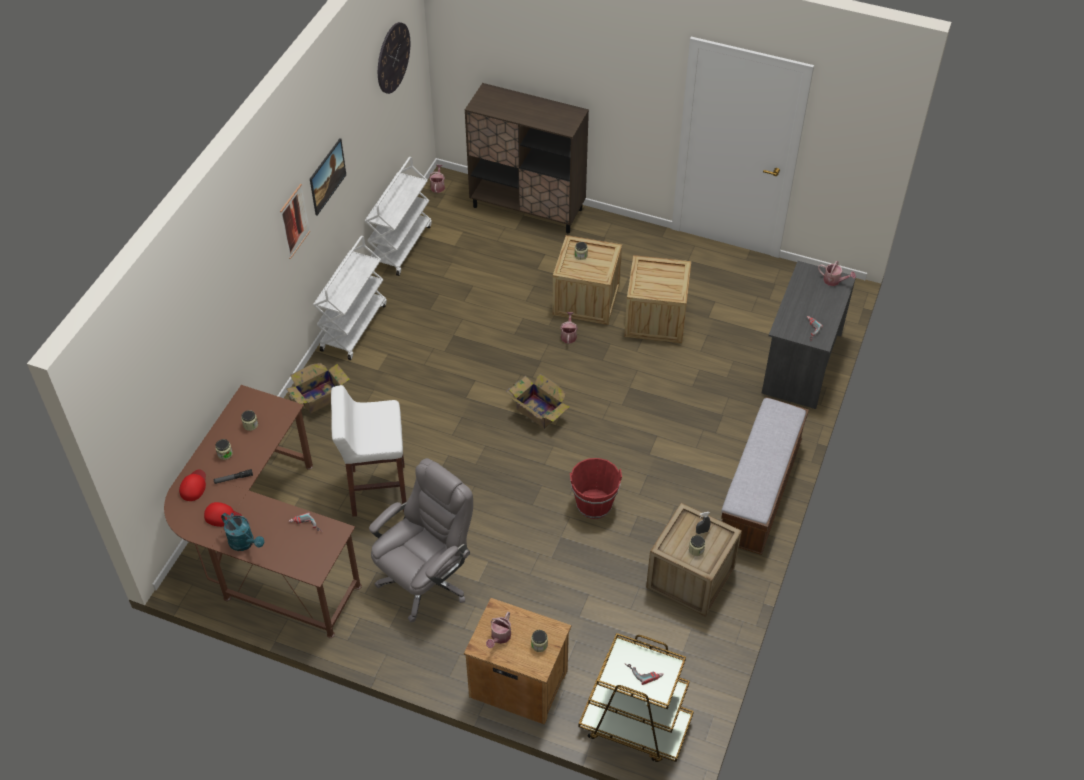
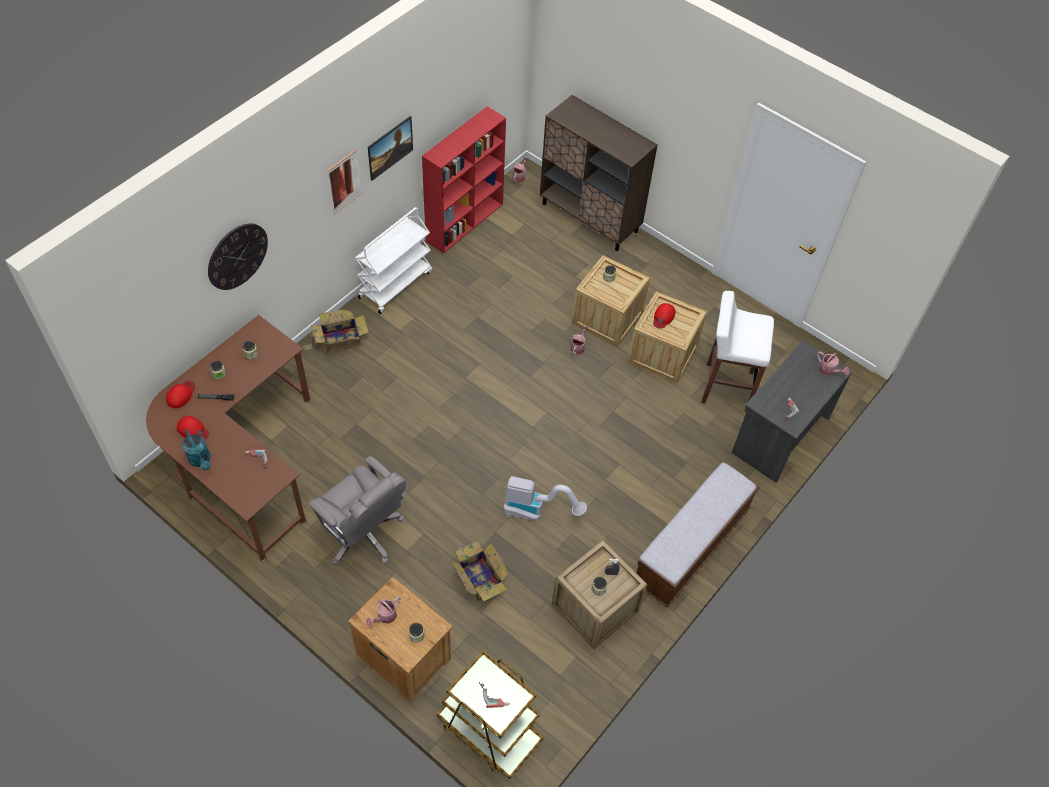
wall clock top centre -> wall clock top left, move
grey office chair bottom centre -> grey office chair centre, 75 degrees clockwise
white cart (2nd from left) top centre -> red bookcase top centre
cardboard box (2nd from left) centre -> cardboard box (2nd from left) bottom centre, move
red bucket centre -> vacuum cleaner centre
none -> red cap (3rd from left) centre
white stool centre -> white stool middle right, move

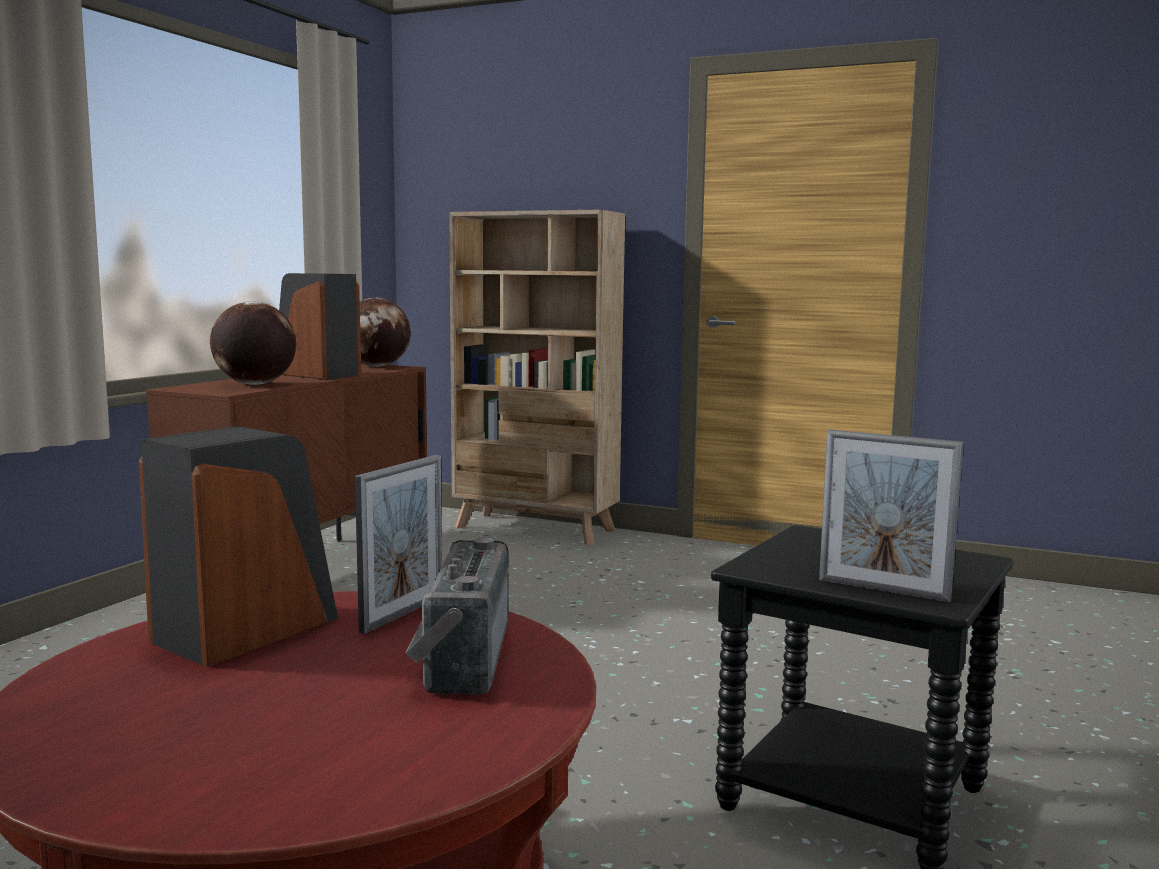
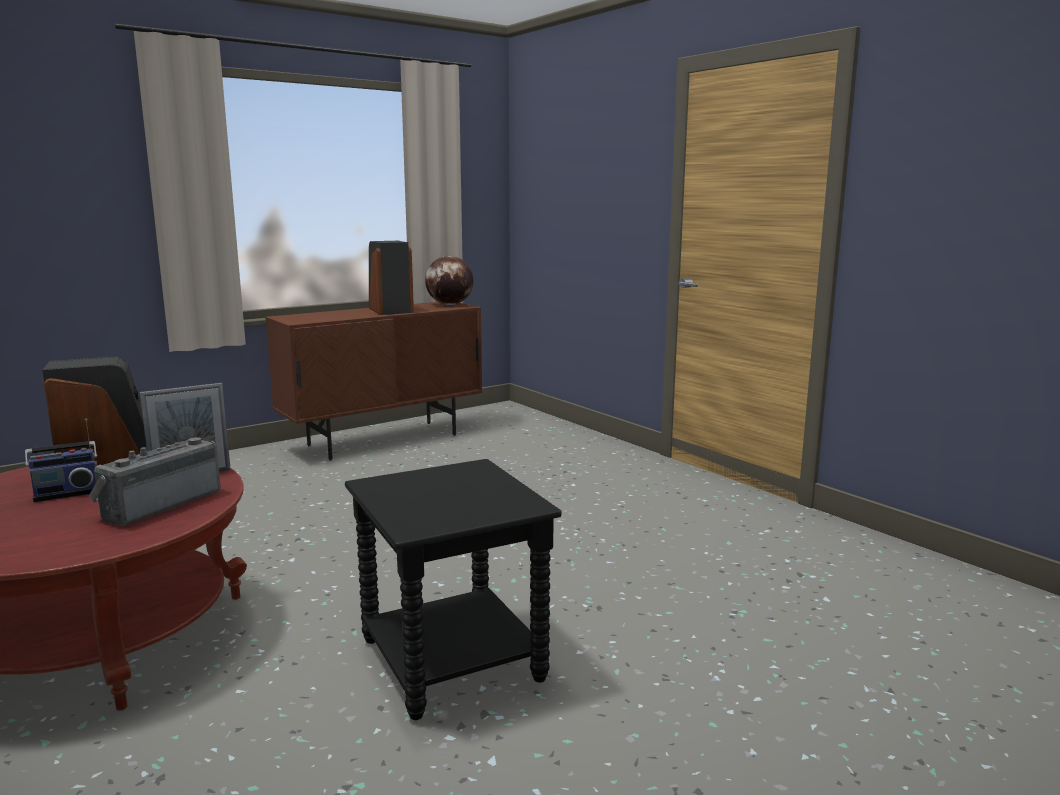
none -> radio (1st from left) middle left
globe (1st from left) middle left -> none
beige bookcase centre -> none
picture frame (2nd from left) middle right -> none

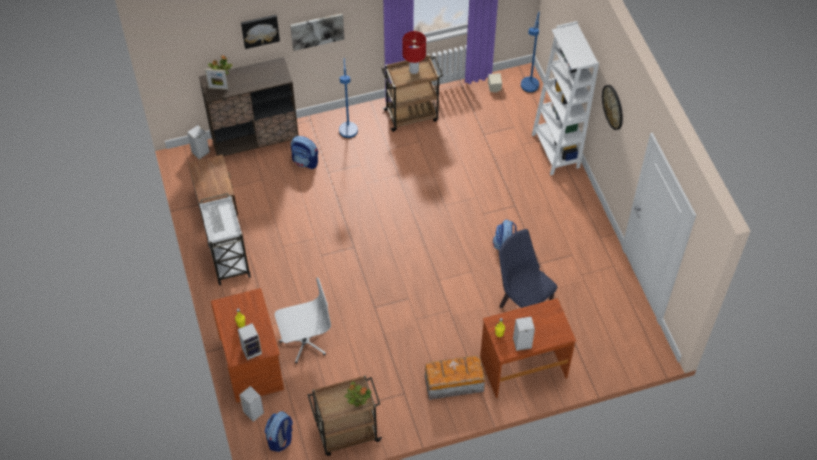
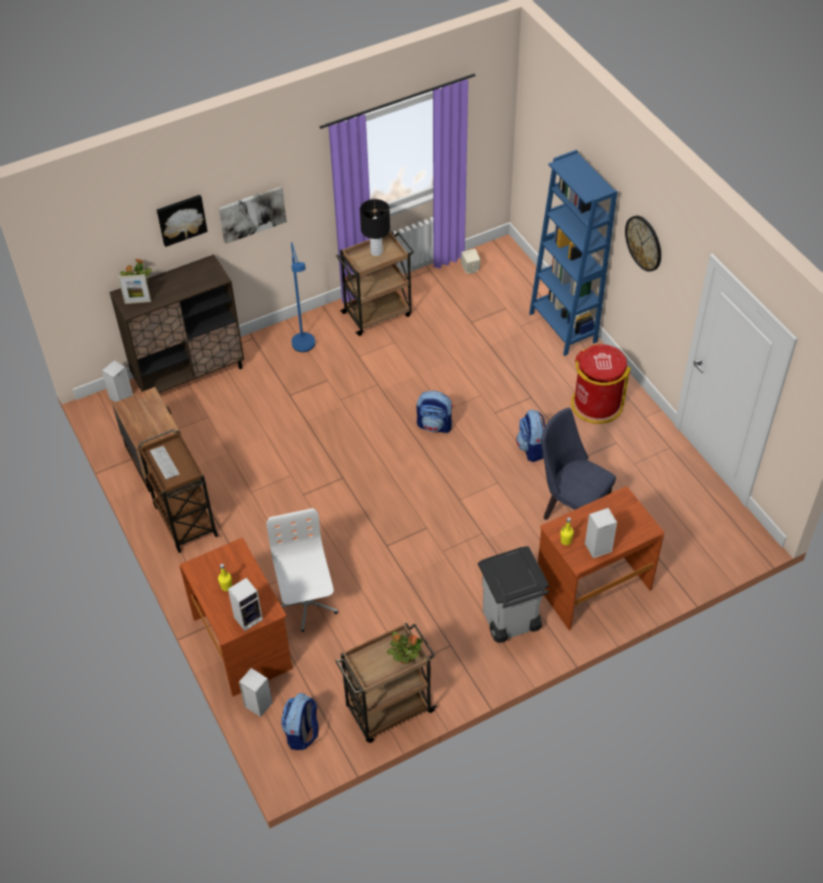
white cart middle left -> brown cart (1st from left) middle left
white office chair bottom centre -> white office chair centre, 75 degrees counterclockwise
red table lamp top centre -> black table lamp top centre
backpack (2nd from left) top centre -> backpack (2nd from left) centre, move
storage box bottom centre -> grey trash can bottom centre
white bookcase top right -> blue bookcase top right
none -> red trash can middle right
blue floor lamp (2nd from left) top centre -> none

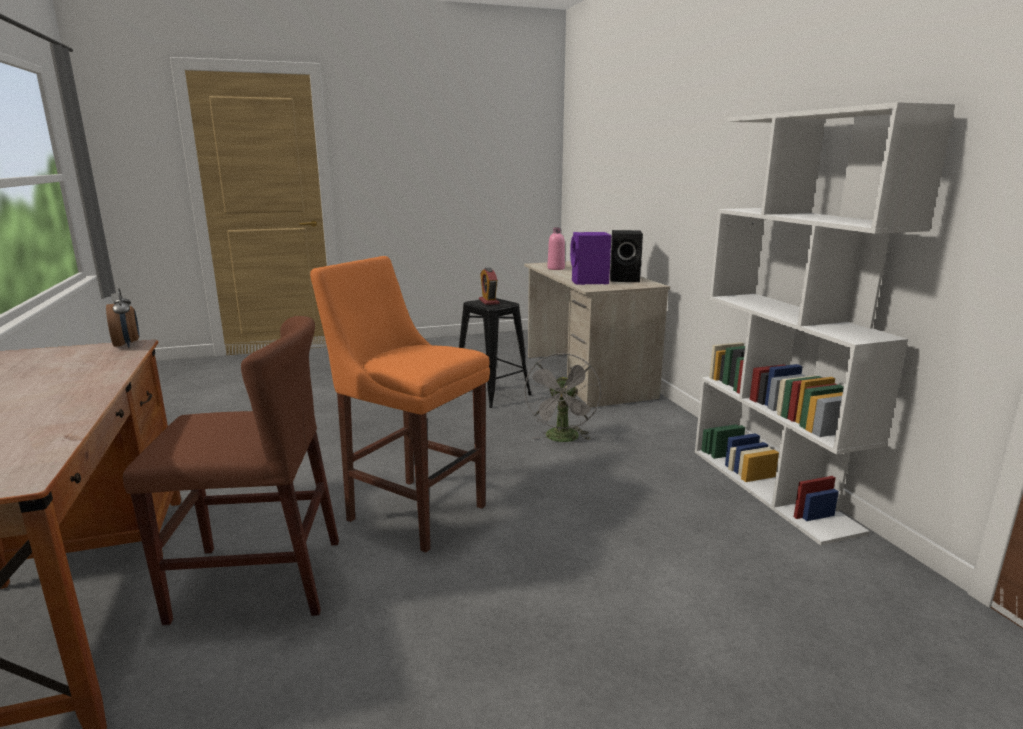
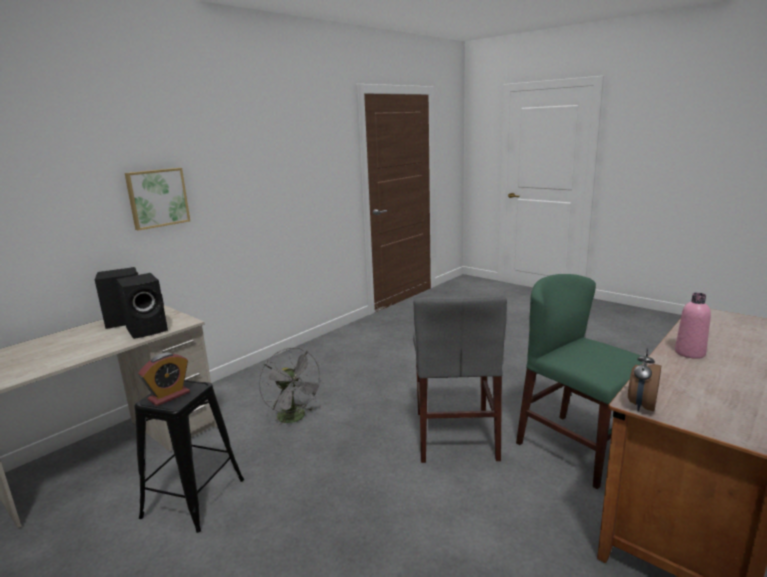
purple speaker centre -> black speaker (2nd from left) middle left
none -> picture middle left
grey fan centre -> grey fan bottom centre, 75 degrees clockwise
orange stool centre -> grey chair centre
brown chair middle left -> green chair middle right
pink bottle centre -> pink bottle middle right, move
white bookcase middle right -> none

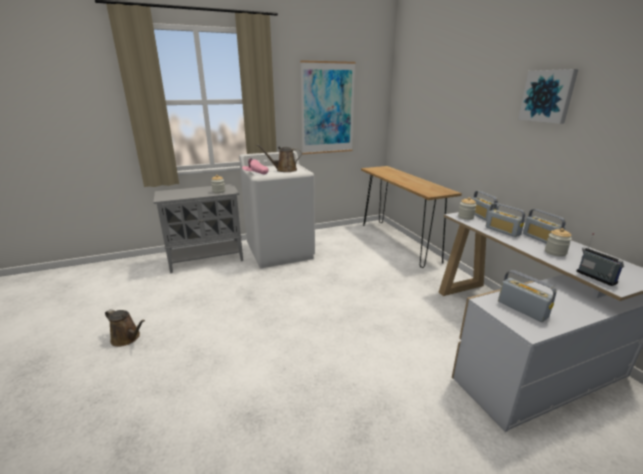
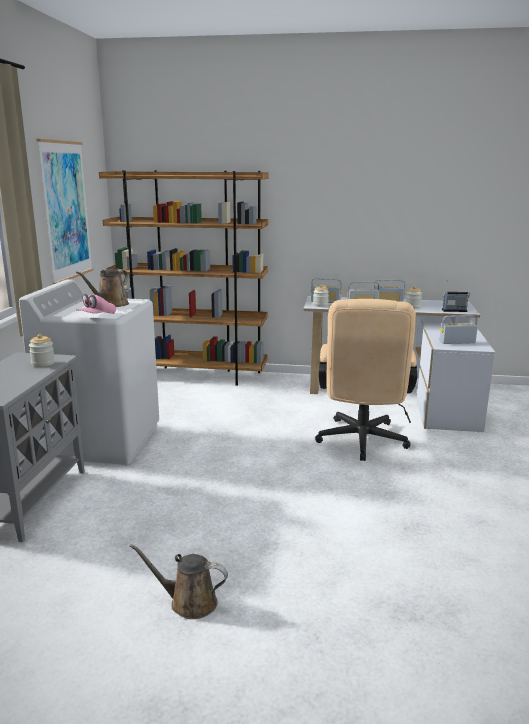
brown console table centre -> brown bookcase centre
brown watering can (1st from left in the first image) bottom left -> brown watering can (2nd from left) bottom centre, 135 degrees counterclockwise
none -> beige office chair middle right
picture (2nd from left) top right -> none

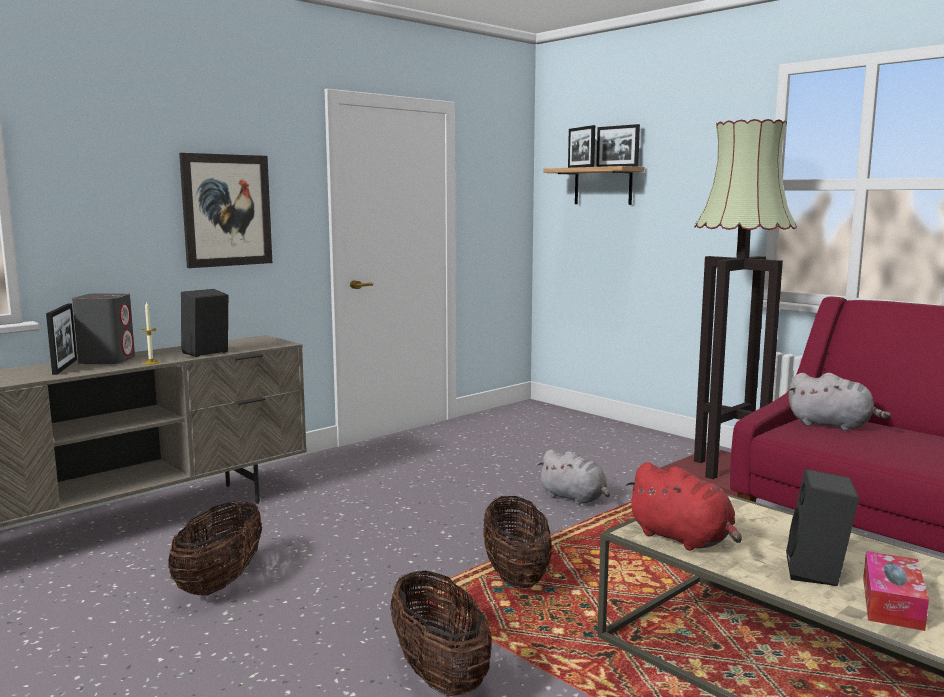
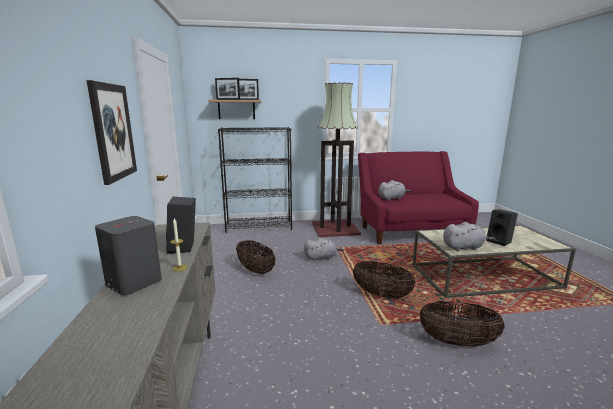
none -> black bookcase centre
basket (1st from left) bottom left -> basket (1st from left) centre, move
red plush toy bottom right -> grey plush toy (3rd from left) middle right
picture frame (1st from left) middle left -> none
tissue box bottom right -> none

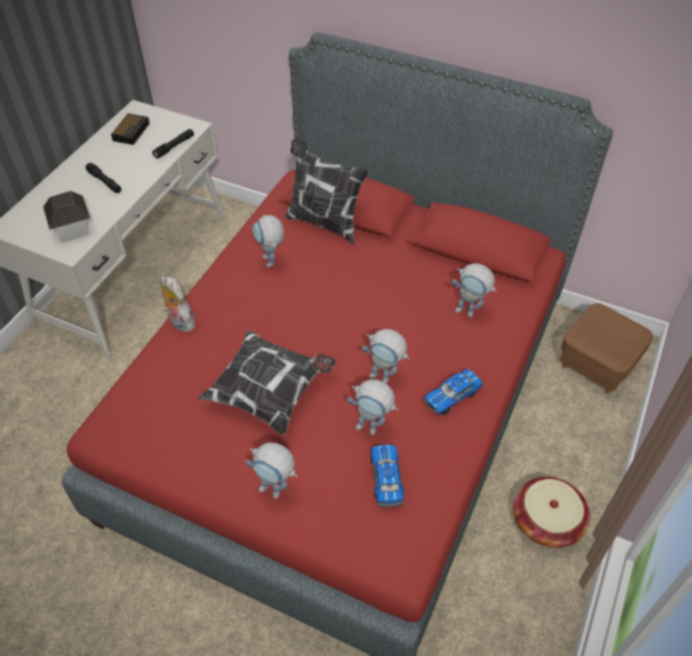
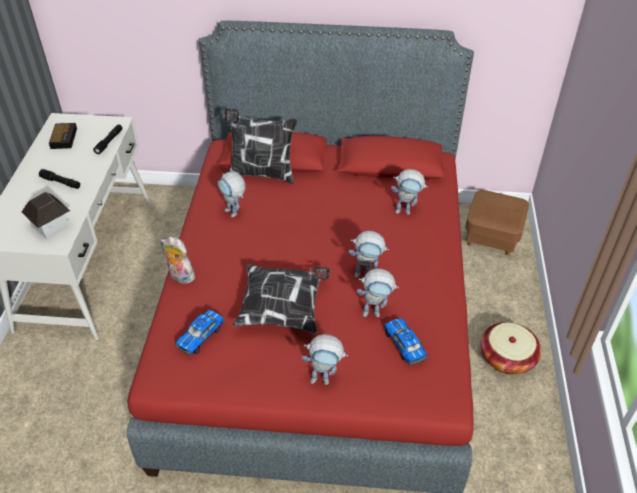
toy car (2nd from left in the first image) centre -> toy car (1st from left) bottom left, move

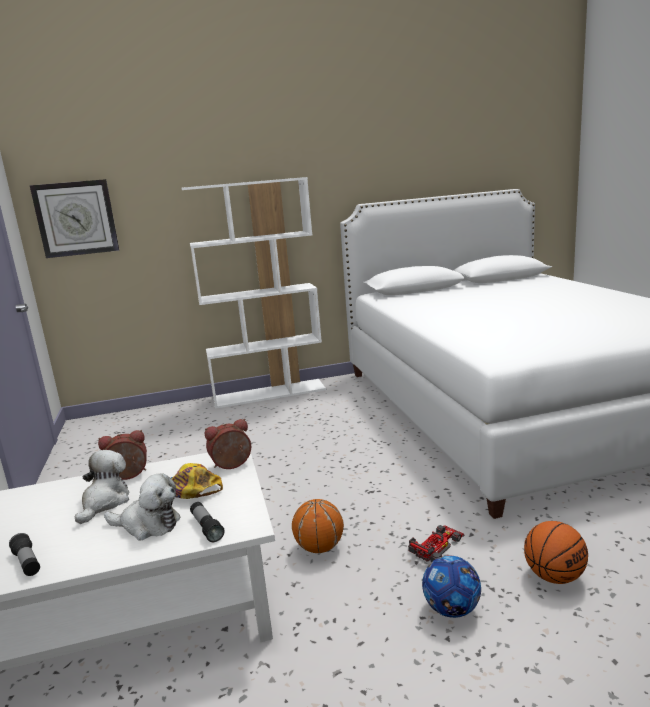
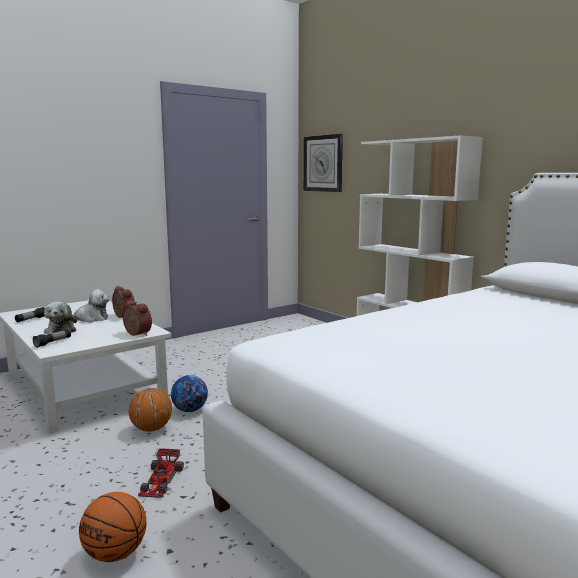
toy car bottom right -> toy car bottom left, 75 degrees clockwise
football bottom right -> football bottom left, move
cap bottom left -> none

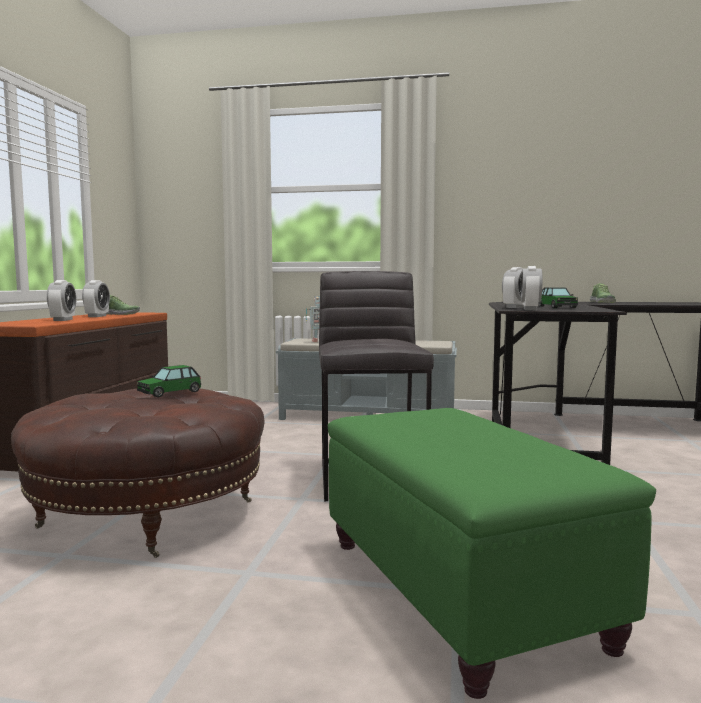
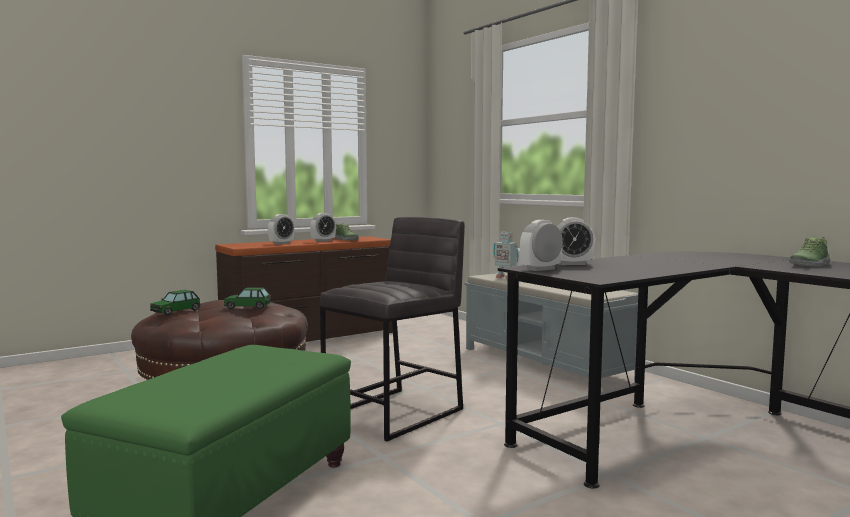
toy car (2nd from left in the first image) middle right -> toy car (1st from left) middle left, move

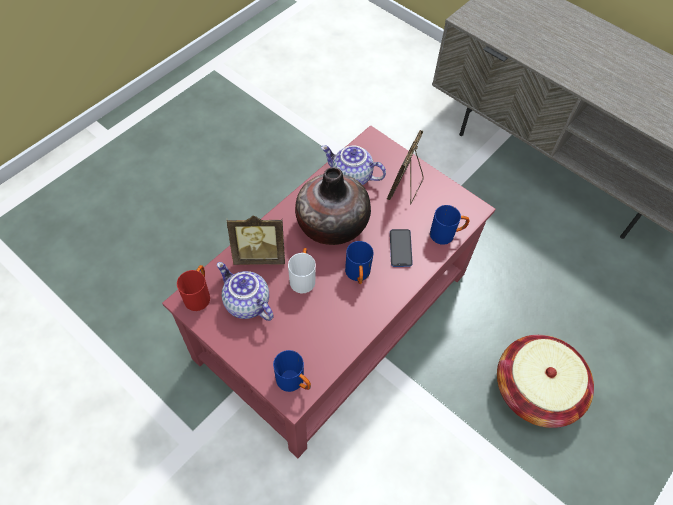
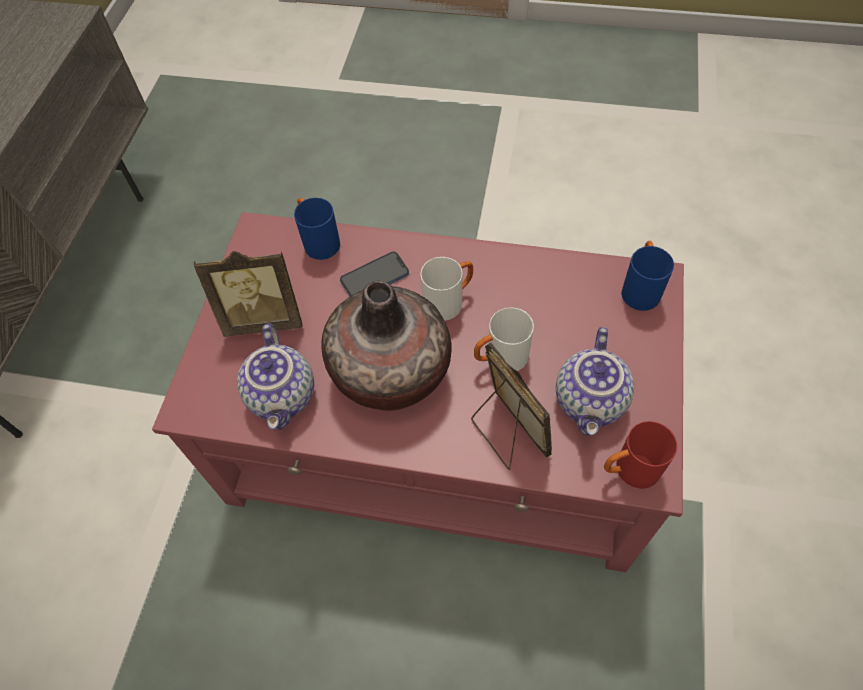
blue mug (2nd from left) centre -> white mug (1st from left) centre
basket bottom right -> none

